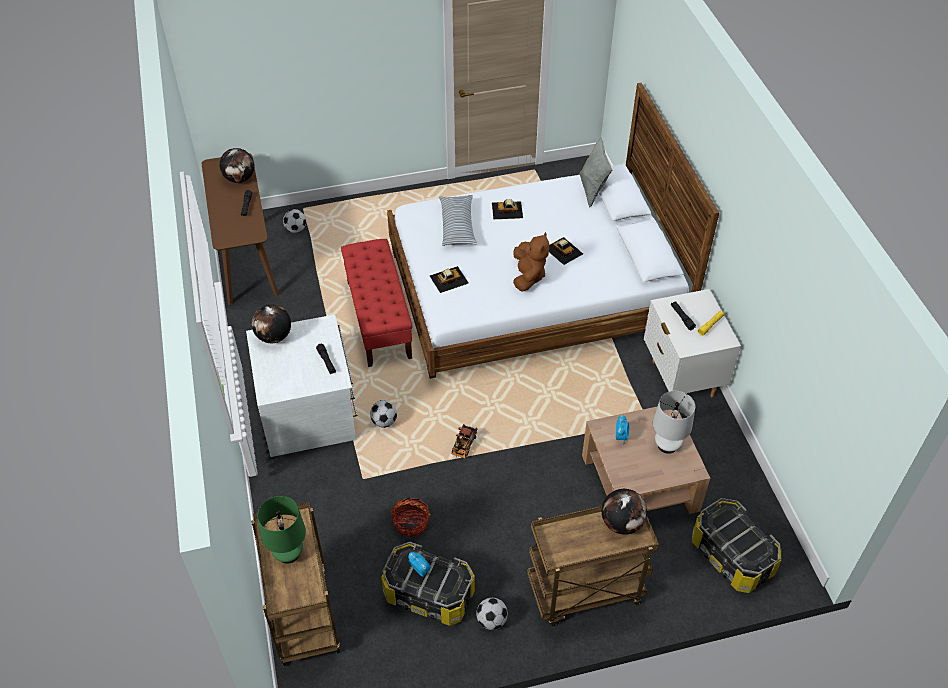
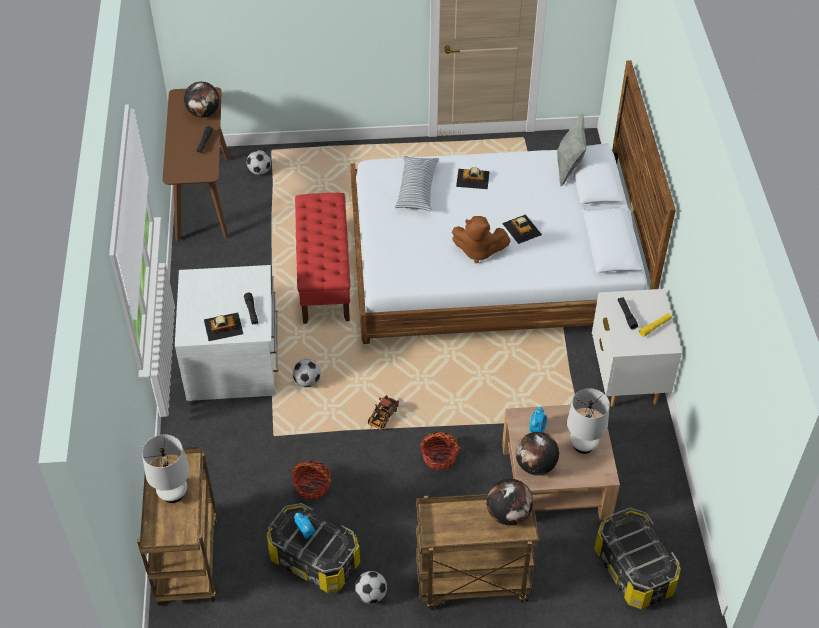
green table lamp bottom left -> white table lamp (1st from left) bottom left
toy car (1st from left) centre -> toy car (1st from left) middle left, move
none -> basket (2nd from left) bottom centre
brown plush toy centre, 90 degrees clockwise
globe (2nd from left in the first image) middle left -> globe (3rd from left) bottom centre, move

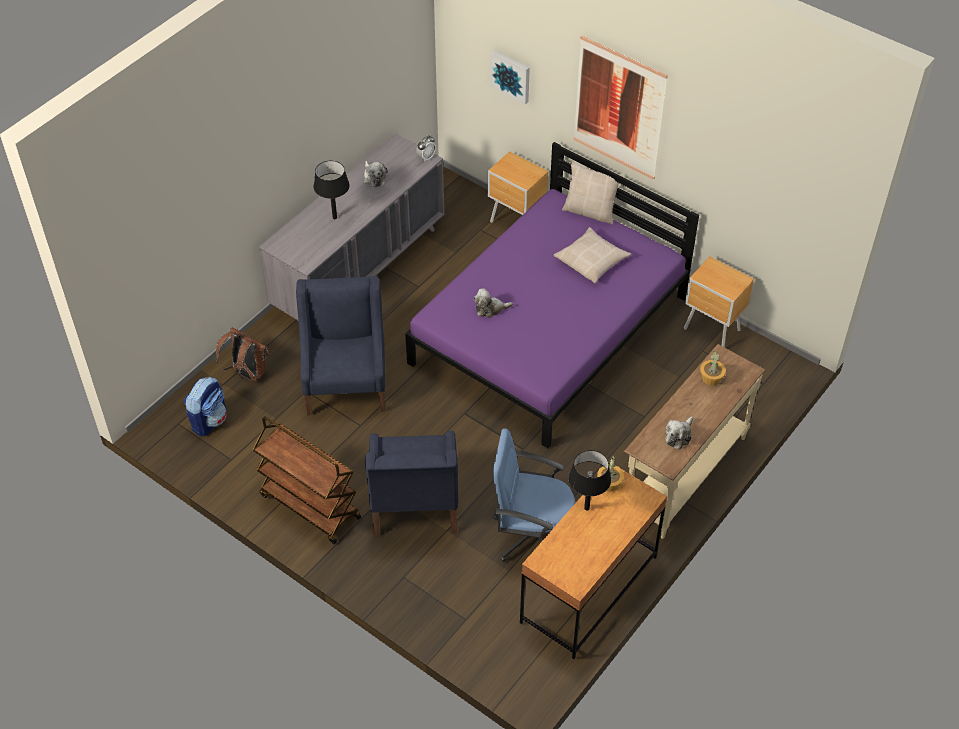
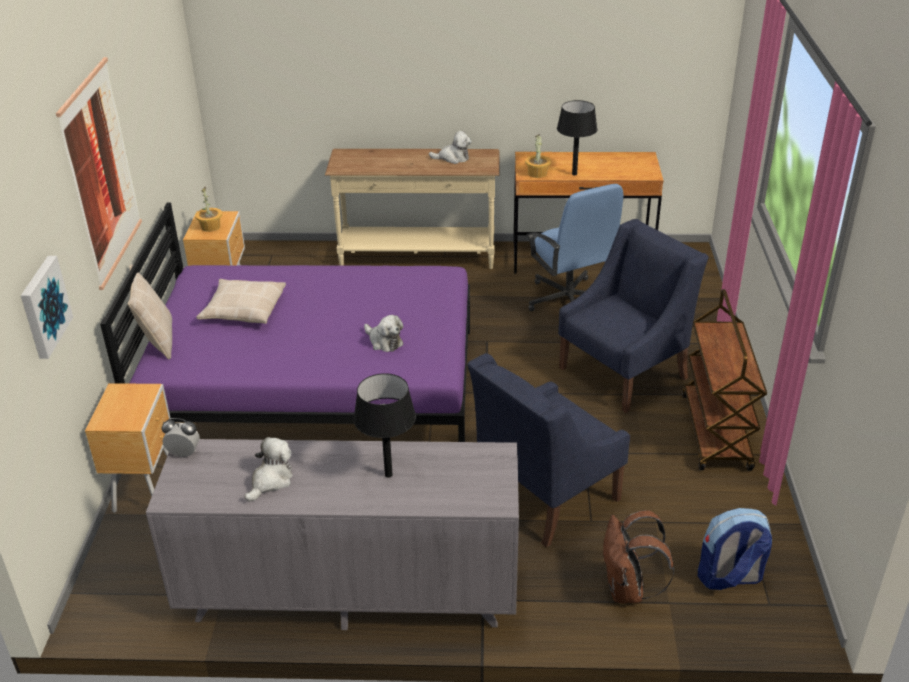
potted plant (2nd from left in the first image) middle right -> potted plant (1st from left) top left, move

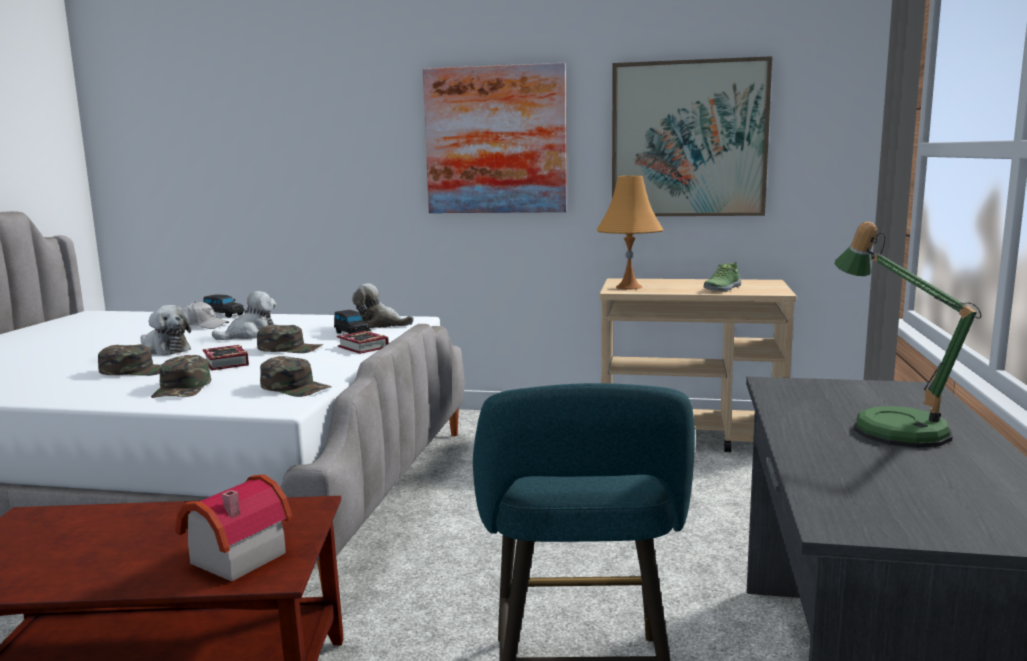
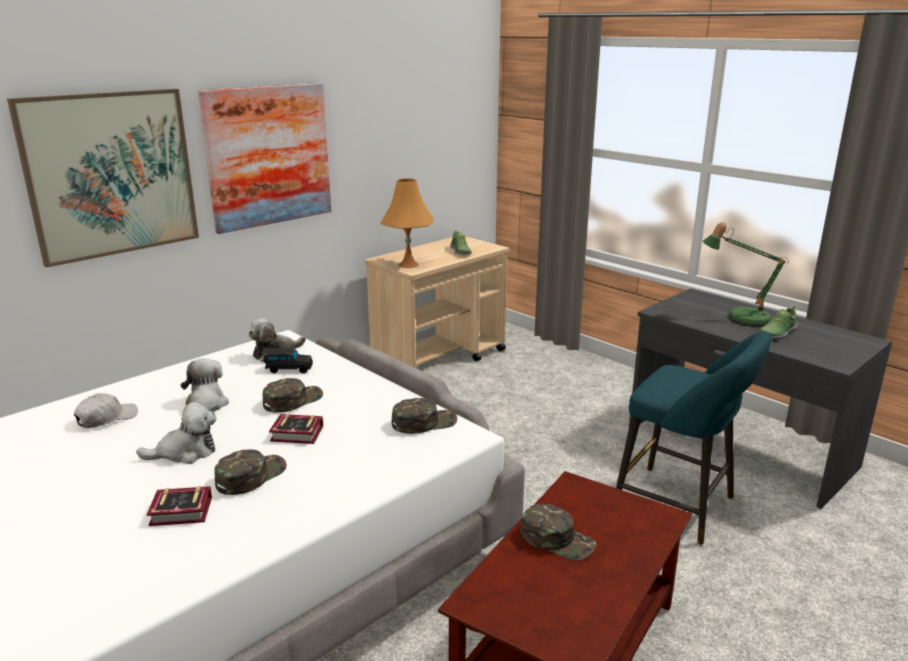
picture (2nd from left in the first image) top right -> picture (1st from left) top left, move
book (2nd from left in the first image) centre -> book (1st from left) bottom left, move
green cap (2nd from left in the first image) middle left -> green cap (4th from left) bottom centre, move
none -> shoe (2nd from left) middle right
toy house bottom left -> none
black toy car (1st from left) middle left -> none

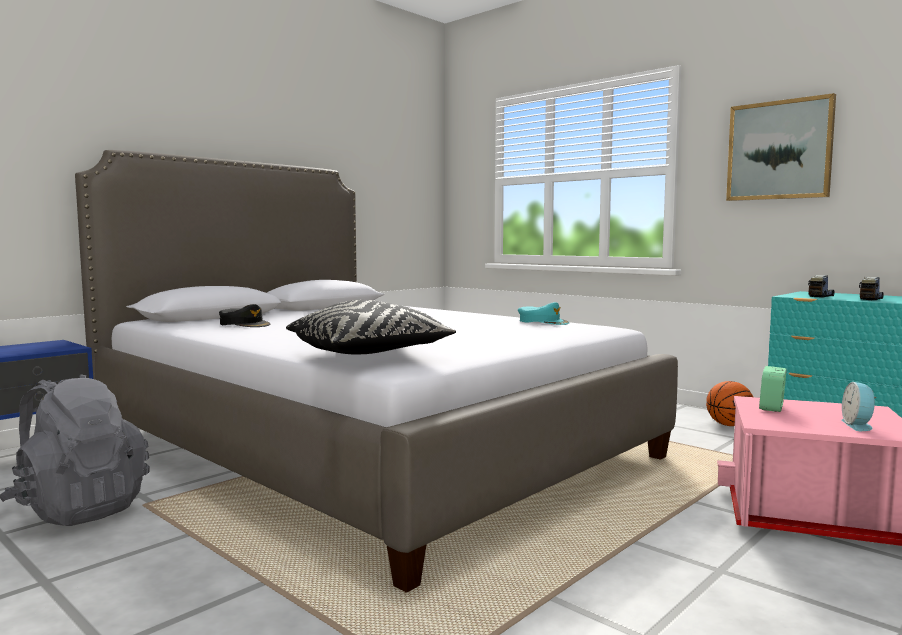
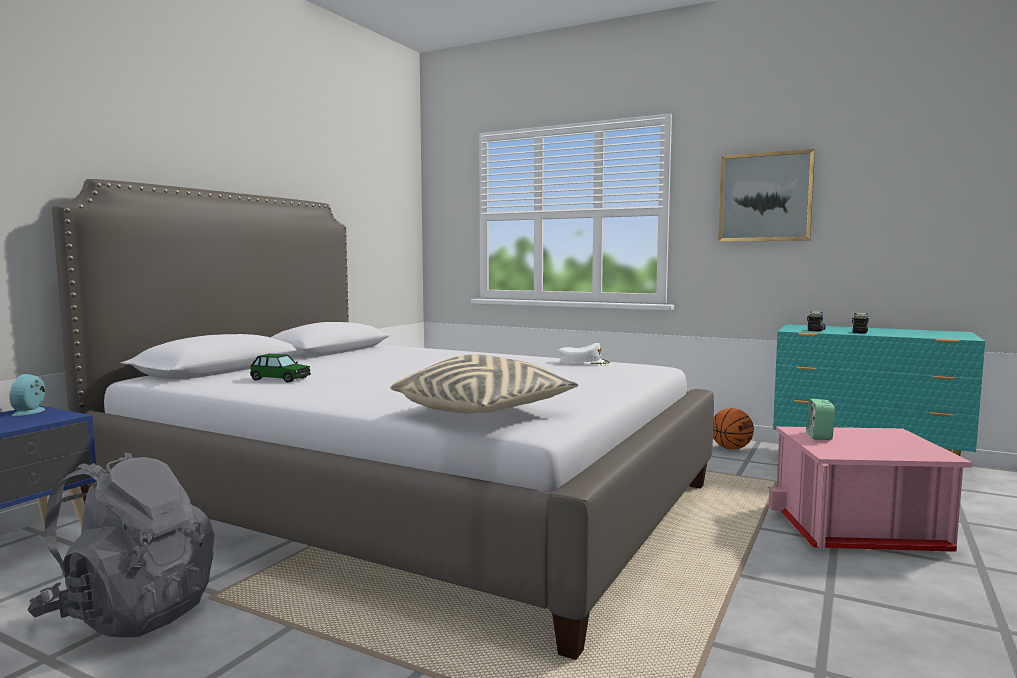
alarm clock (2nd from left in the first image) middle right -> alarm clock (1st from left) middle left, move
black cap middle left -> toy car middle left
black pillow centre -> beige pillow centre
turquoise cap centre -> white cap centre

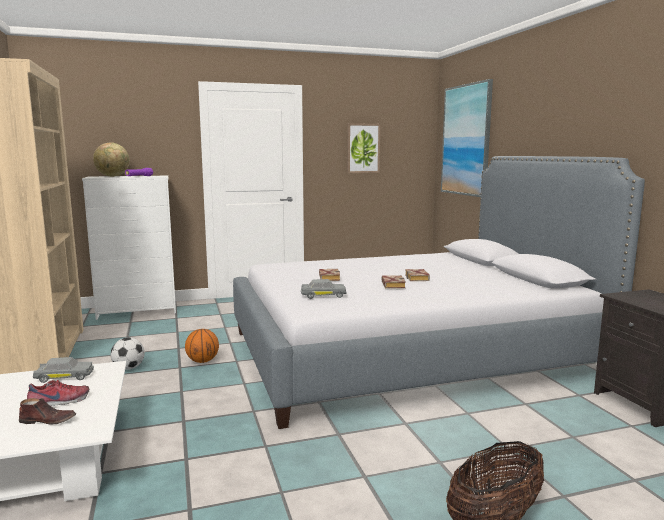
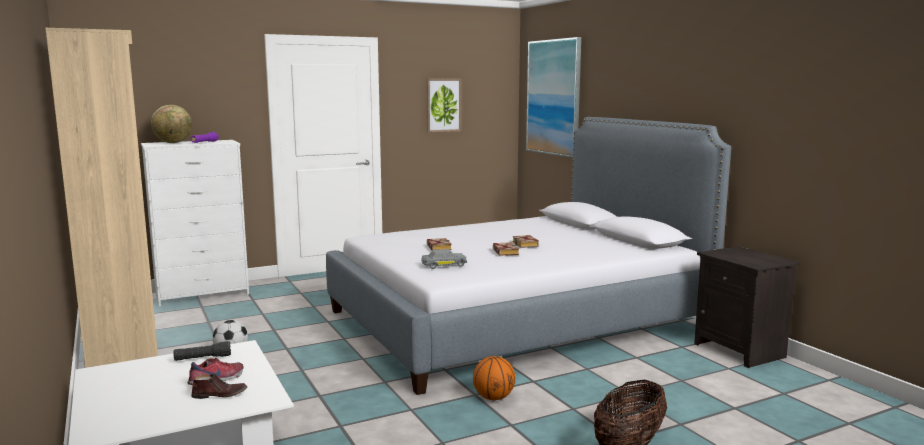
grey toy car (1st from left) bottom left -> black flashlight bottom left
basketball middle left -> basketball bottom centre, move

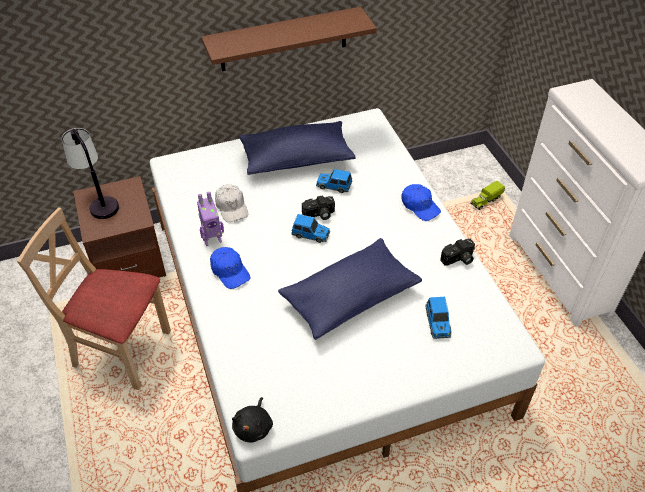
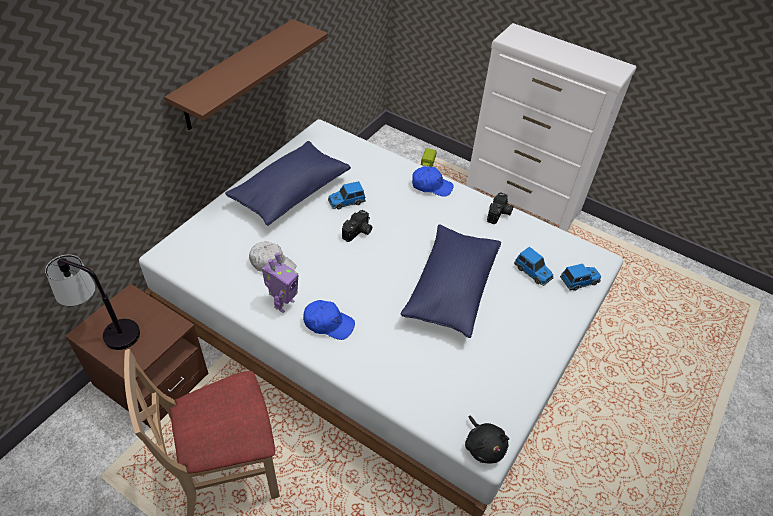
toy car (1st from left in the first image) centre -> toy car (3rd from left) middle right, move

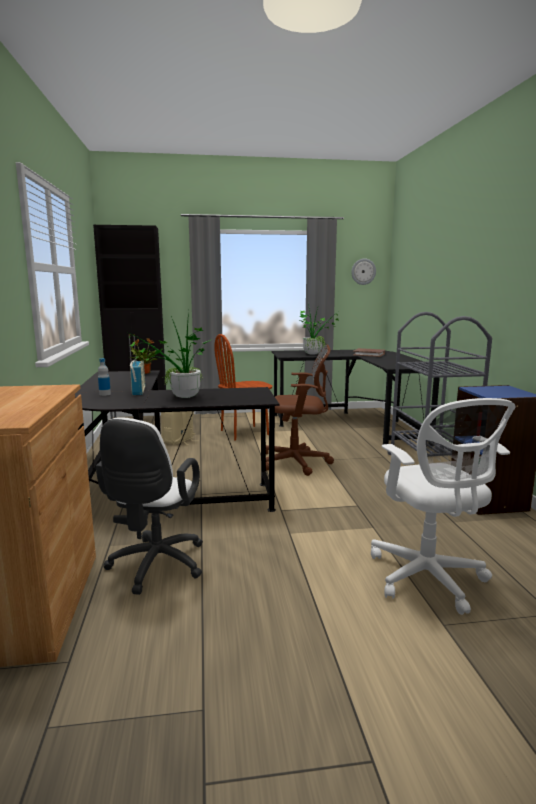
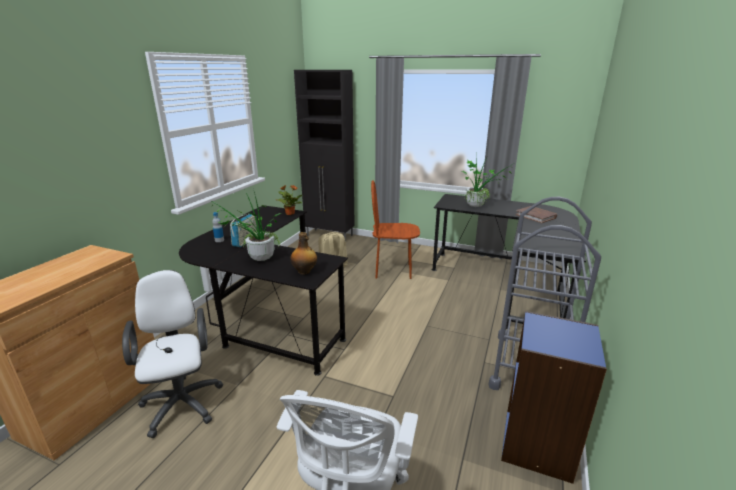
white office chair (1st from left) middle left -> white office chair (1st from left) bottom left, 120 degrees clockwise
none -> bottle (2nd from left) centre
brown office chair centre -> none
wall clock middle right -> none

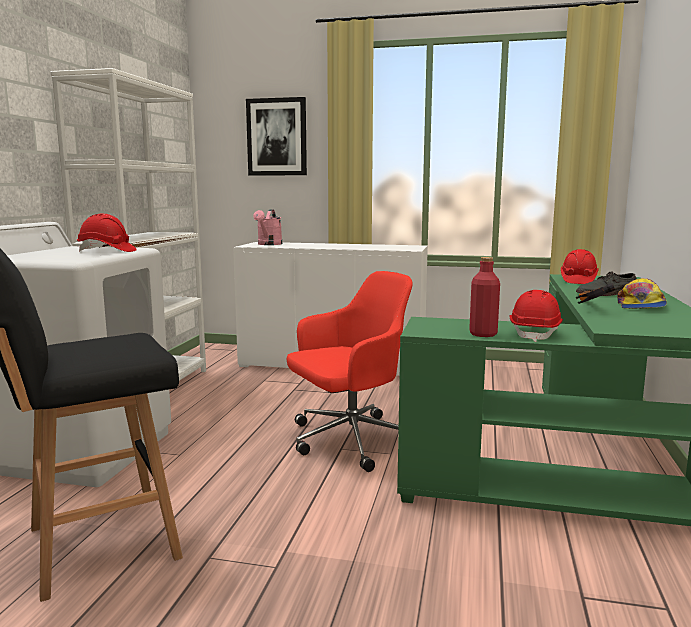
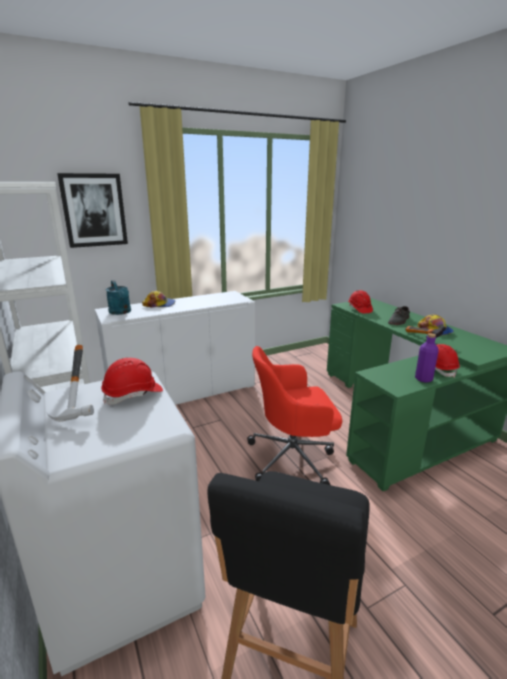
none -> hammer (1st from left) middle left
pink watering can centre -> turquoise watering can middle left
none -> cap (1st from left) middle left
red office chair centre, 120 degrees counterclockwise
red bottle middle right -> purple bottle middle right

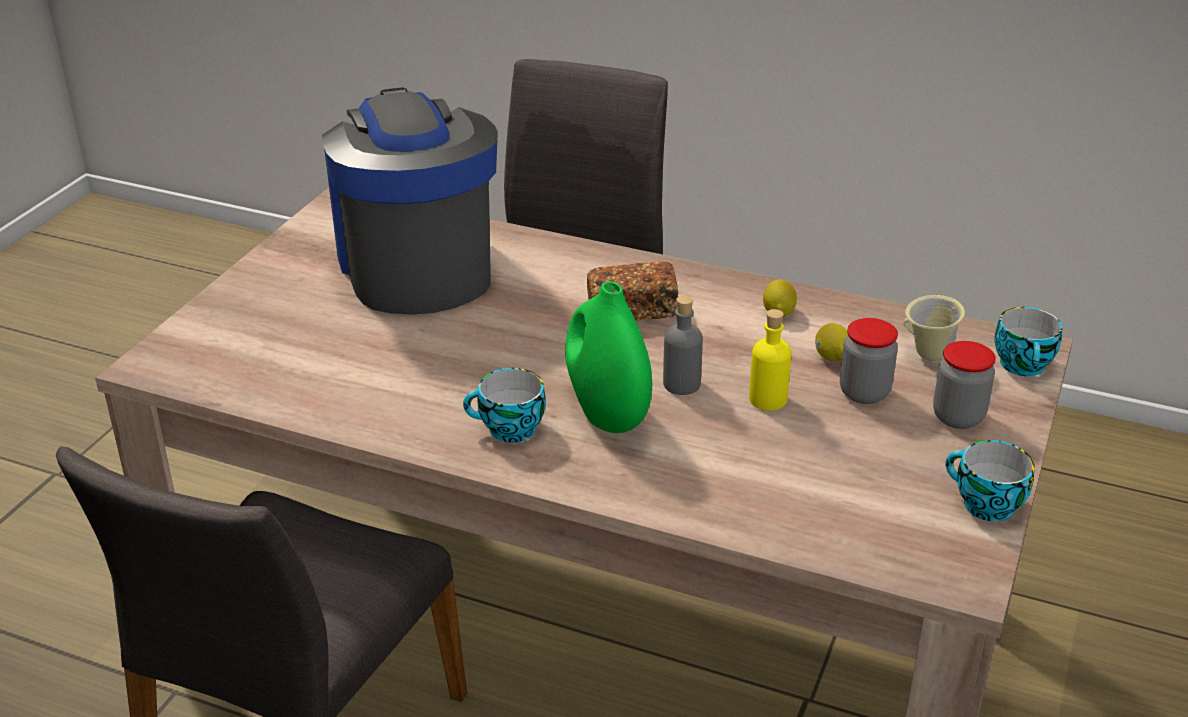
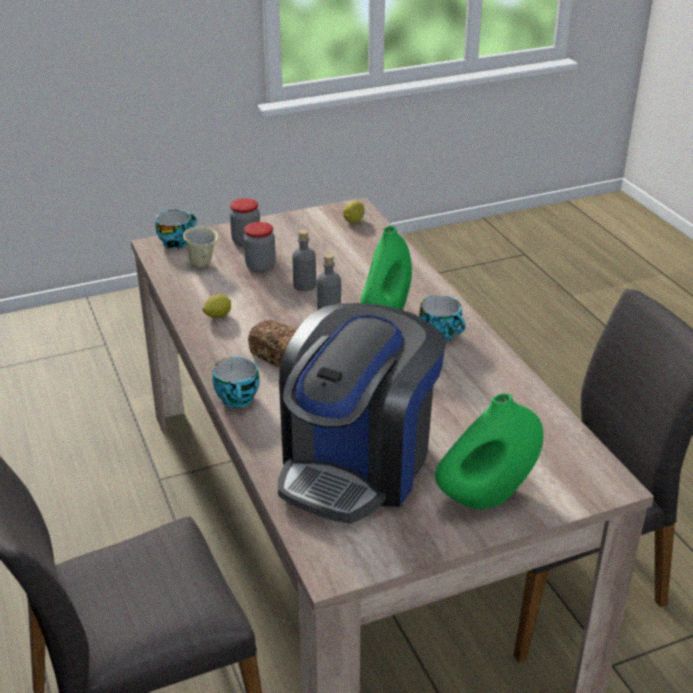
cup (2nd from left) bottom right -> cup (2nd from left) centre, move
yellow bottle centre -> grey bottle (1st from left) centre
lemon (2nd from left) middle right -> lemon (2nd from left) top centre, move
none -> green vase (2nd from left) middle right

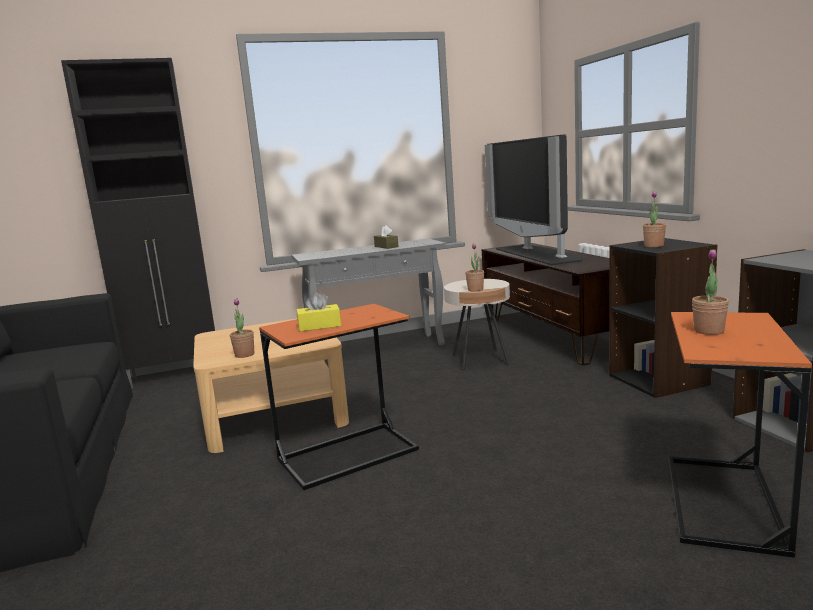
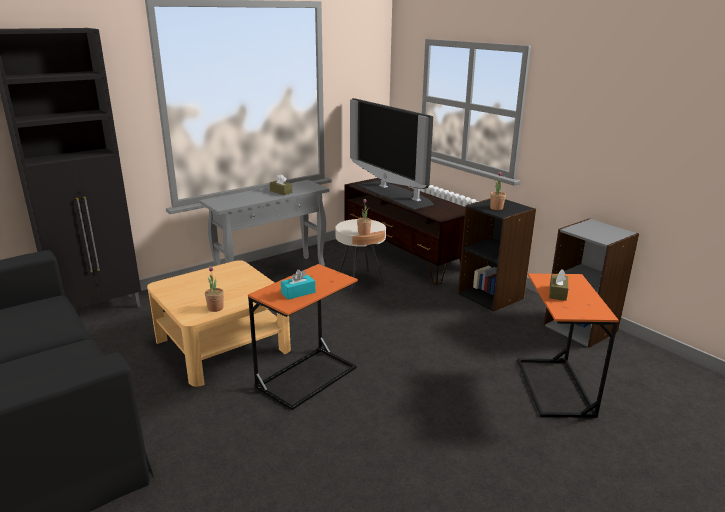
yellow tissue box centre -> turquoise tissue box centre
potted plant (4th from left) middle right -> brown tissue box (2nd from left) middle right

